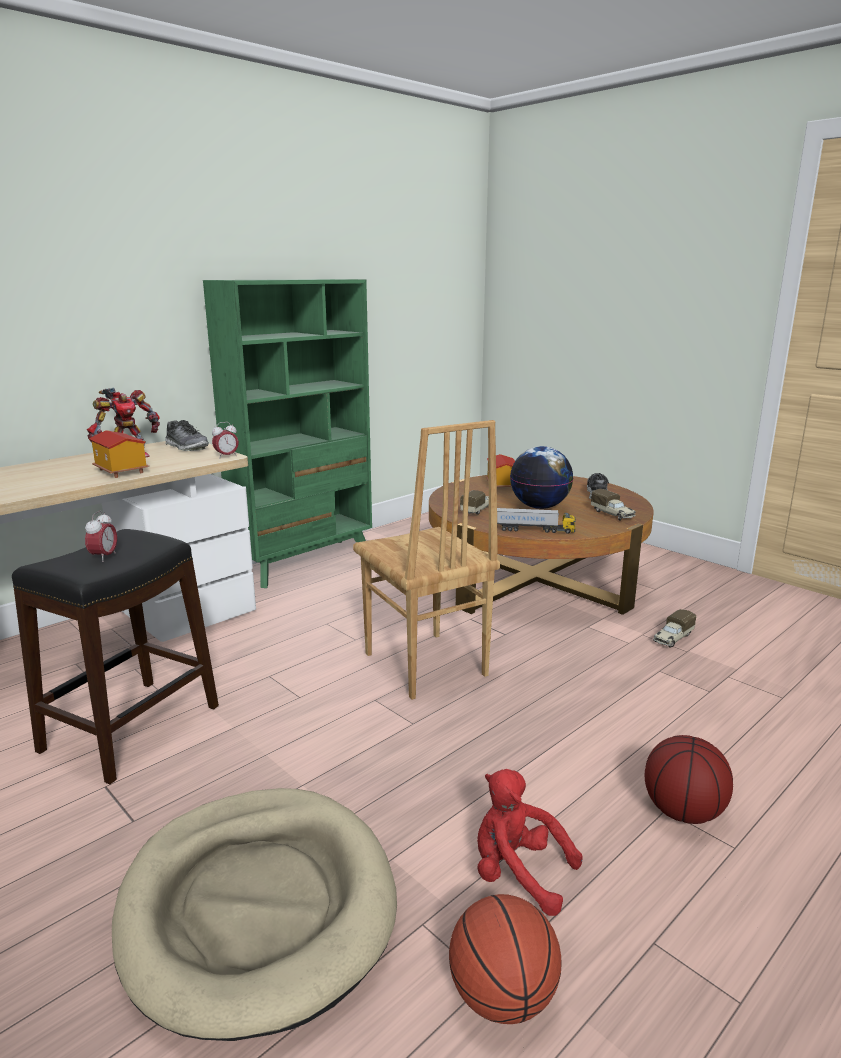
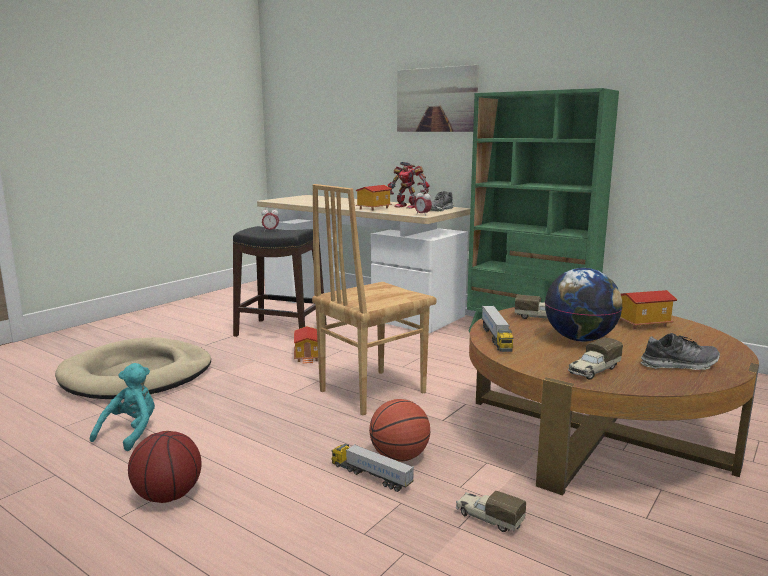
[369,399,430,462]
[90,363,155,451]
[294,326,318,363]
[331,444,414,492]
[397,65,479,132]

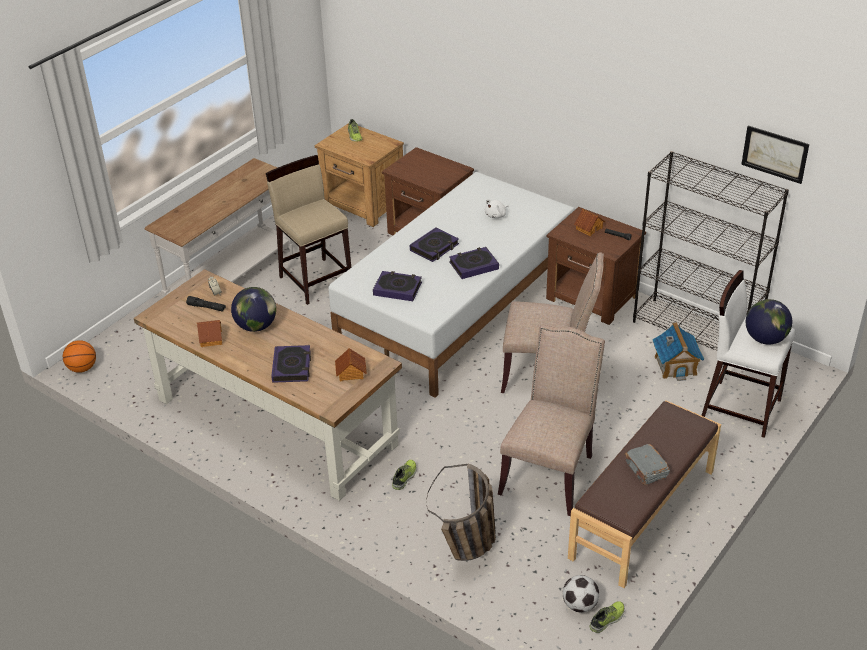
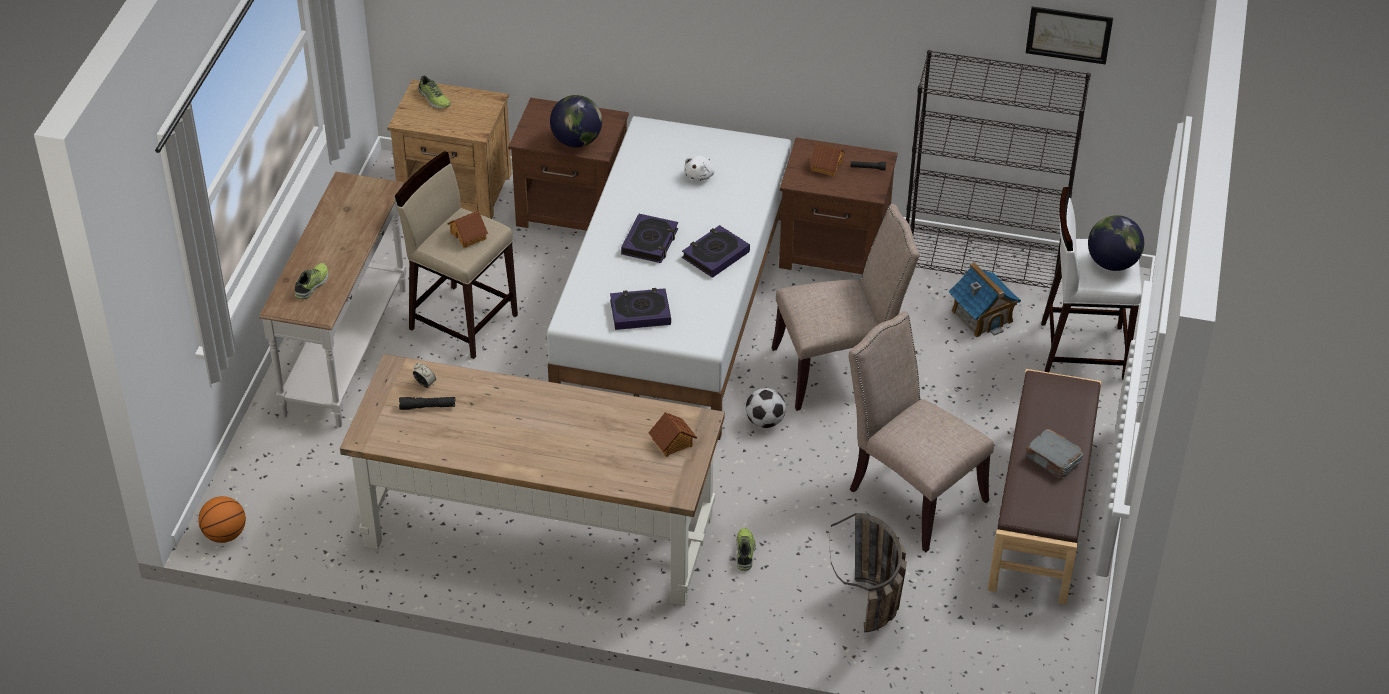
[447,210,488,248]
[550,95,602,147]
[271,345,311,383] (first image)
[849,312,994,552]
[746,388,786,428]
[294,263,328,299]

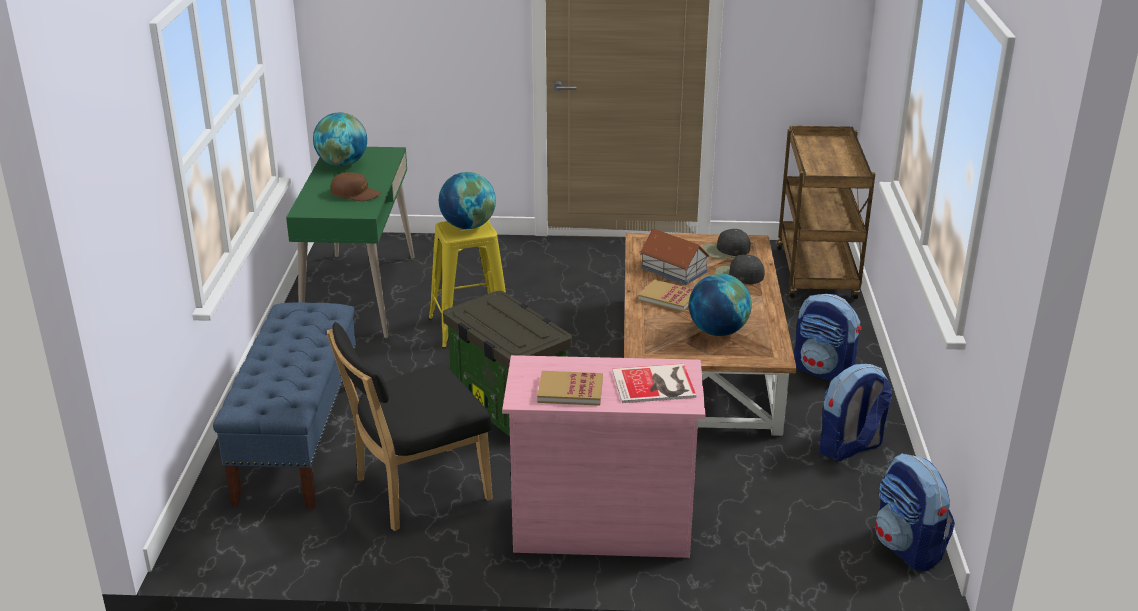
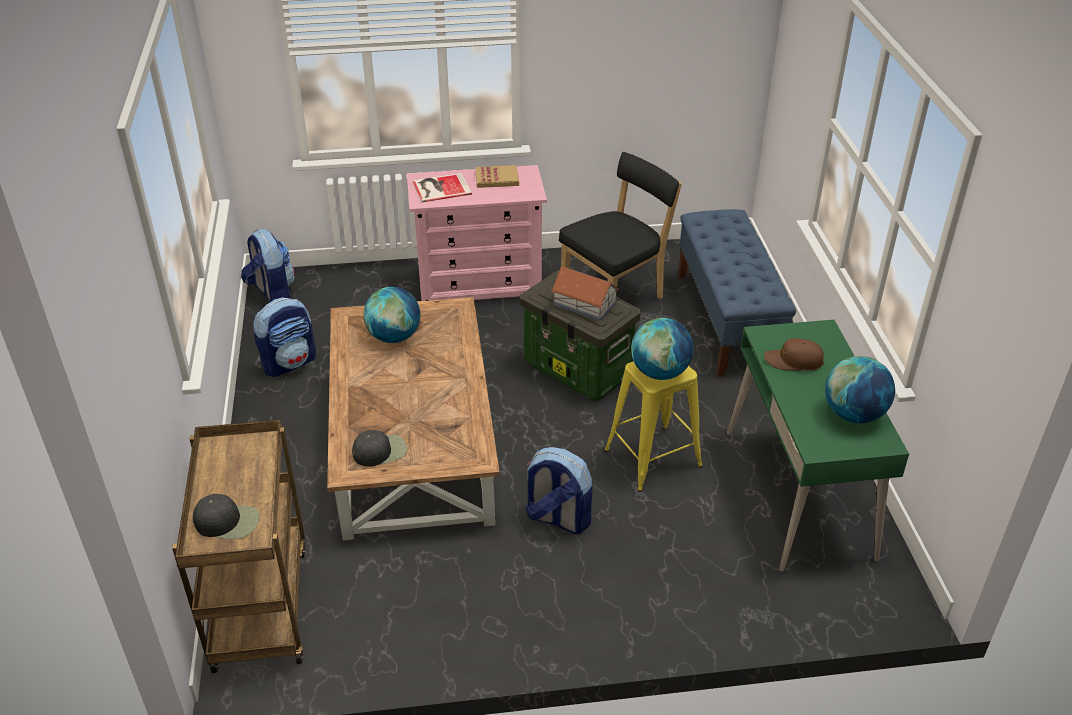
[638,279,693,312] (first image)
[551,266,619,321]
[193,494,259,539]
[526,447,593,534]

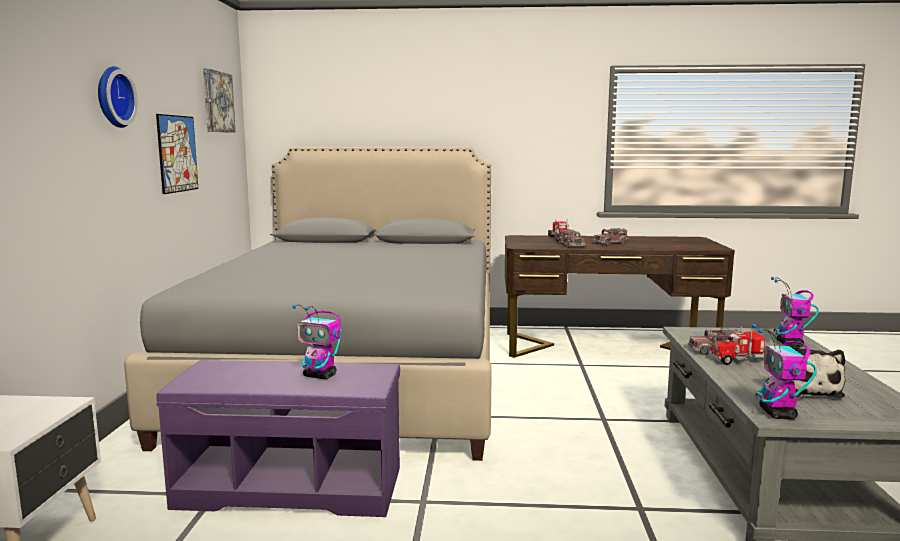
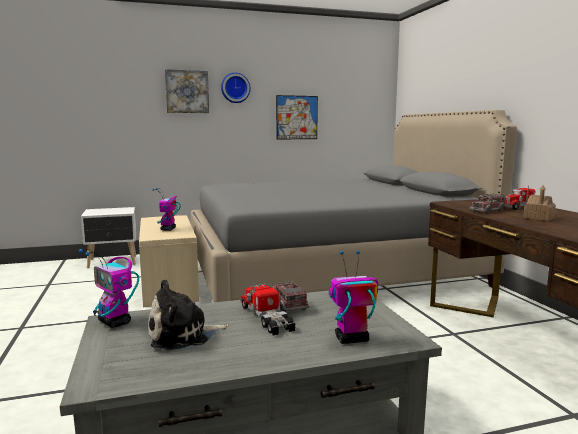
[139,215,199,307]
[165,69,209,113]
[523,185,556,221]
[79,249,139,328]

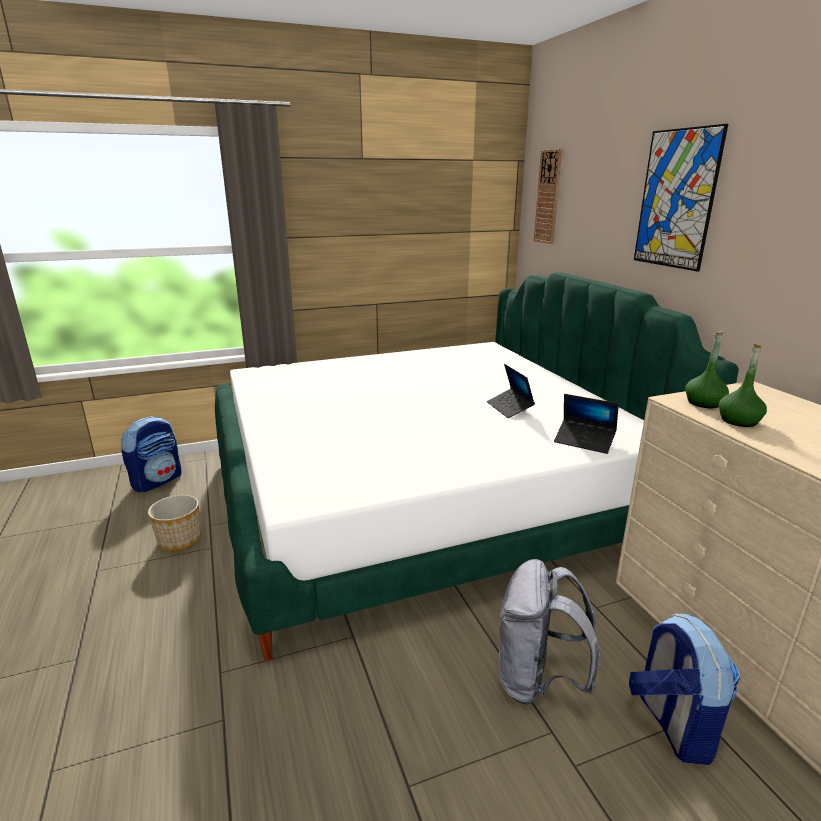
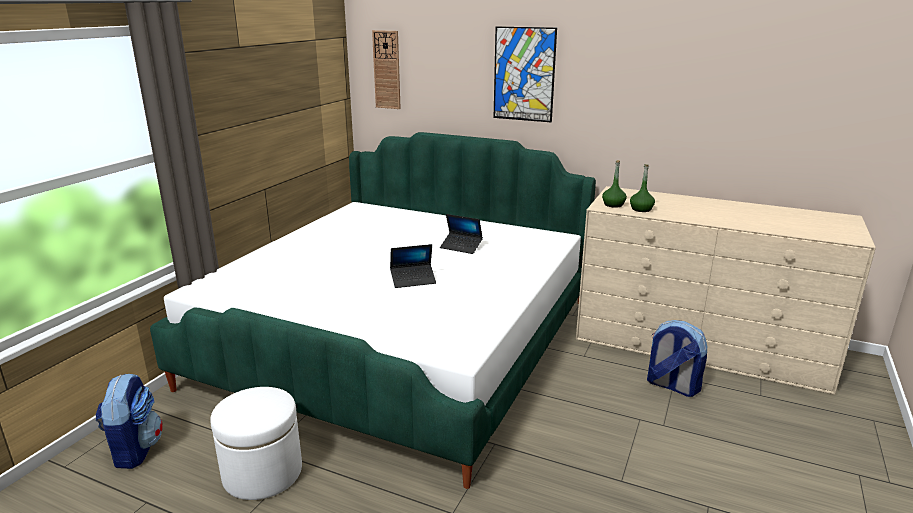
[210,387,302,500]
[499,559,600,705] (first image)
[390,244,436,288]

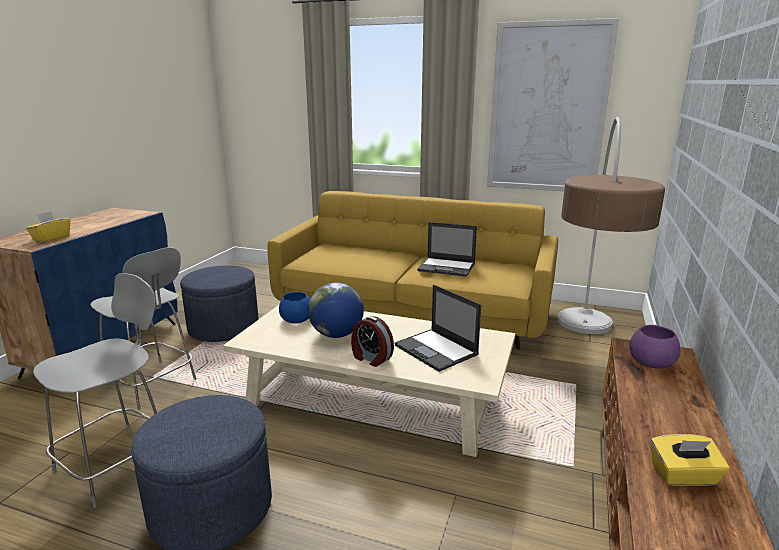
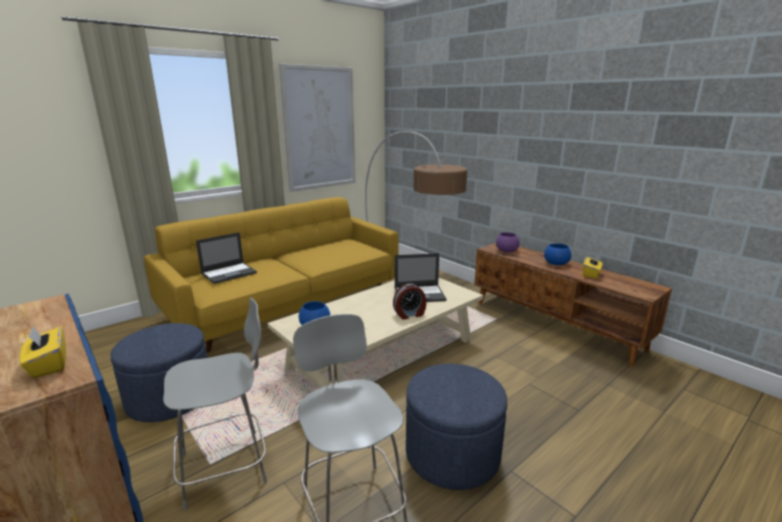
[308,282,364,338] (first image)
[196,232,257,284]
[544,243,571,265]

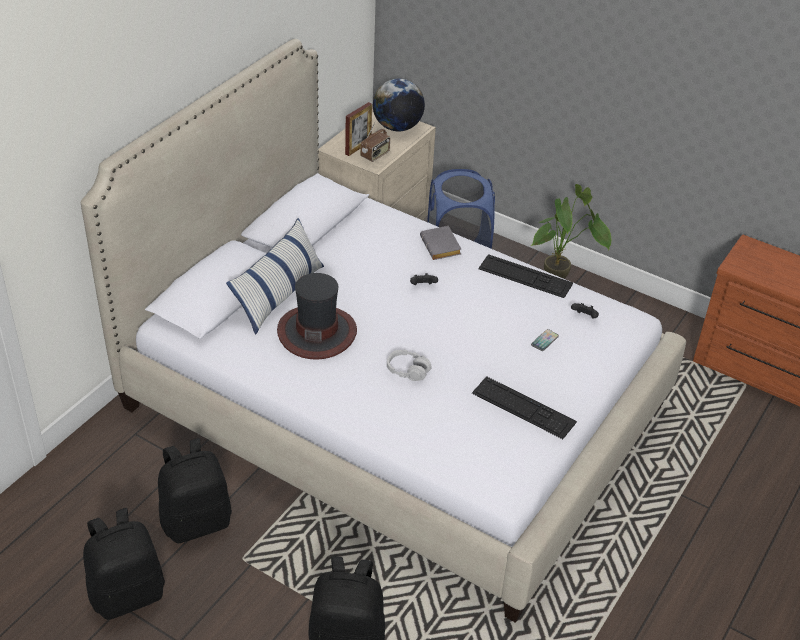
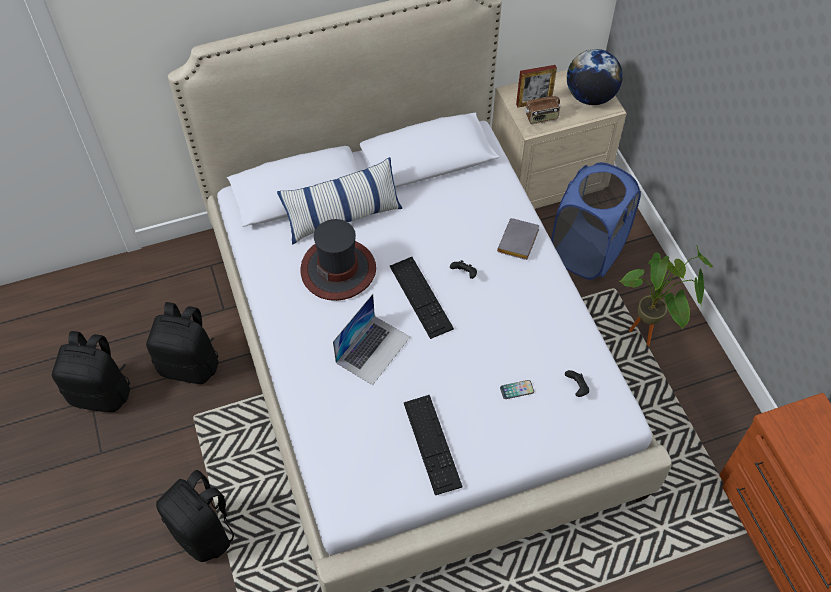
[333,294,410,385]
[390,257,454,339]

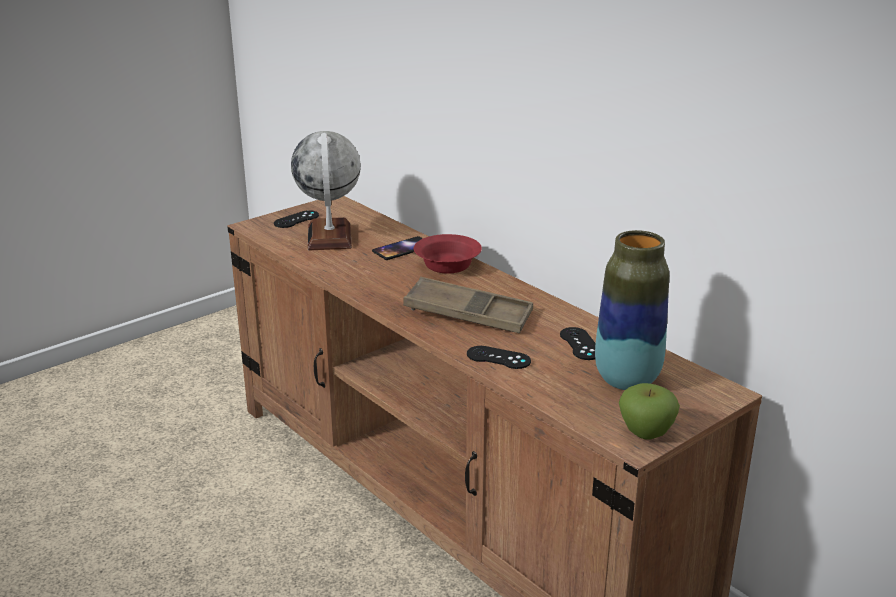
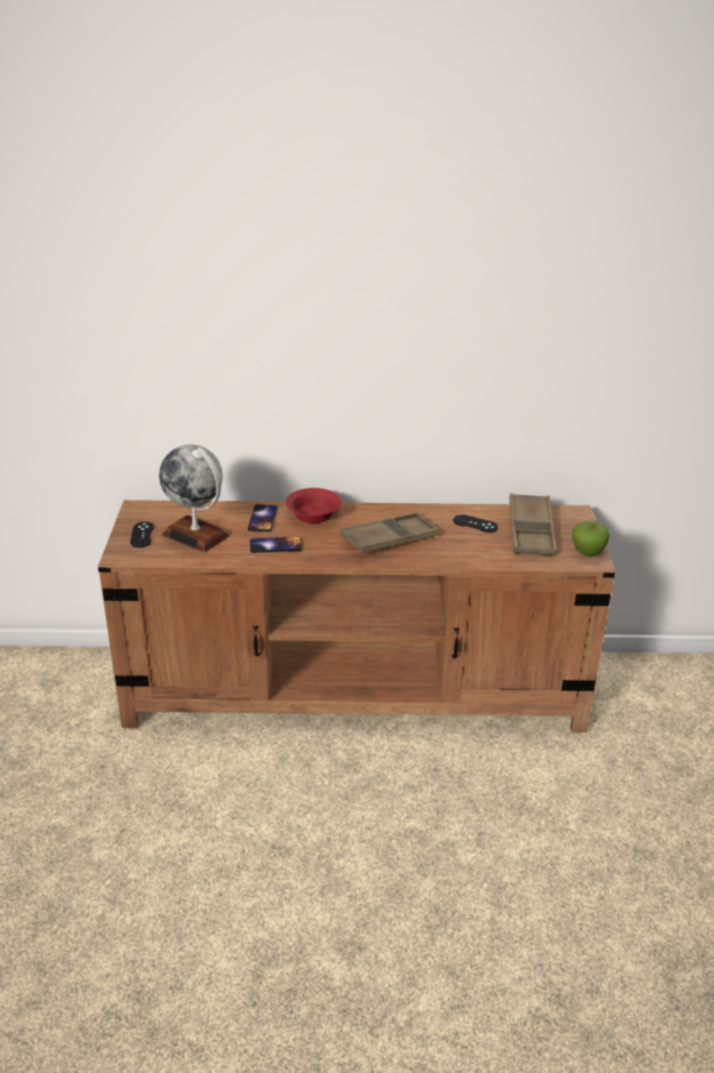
[467,346,531,369] (first image)
[509,493,556,556]
[250,537,302,553]

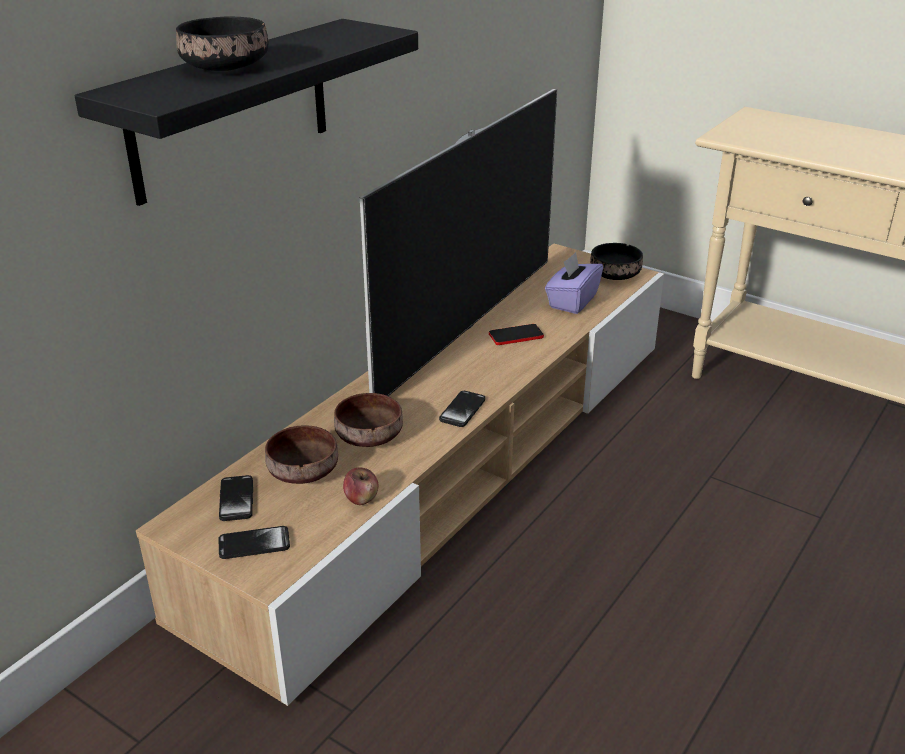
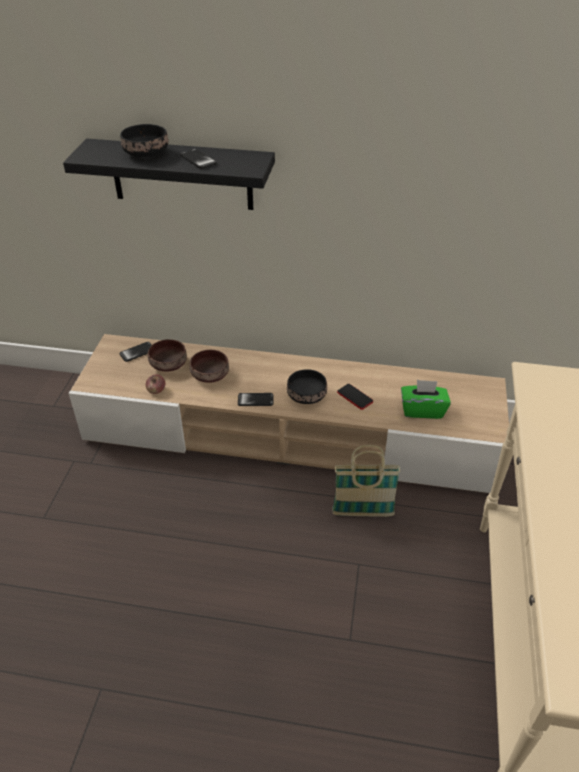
[180,149,217,169]
[360,89,557,396] (first image)
[401,380,451,419]
[287,369,327,404]
[332,445,400,517]

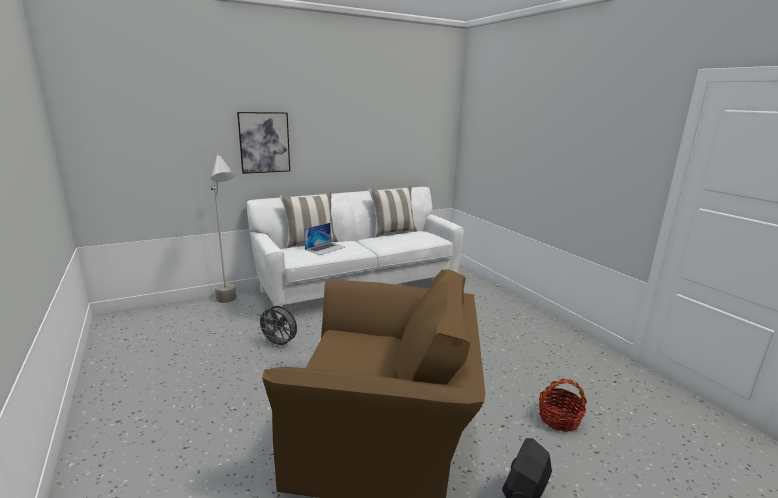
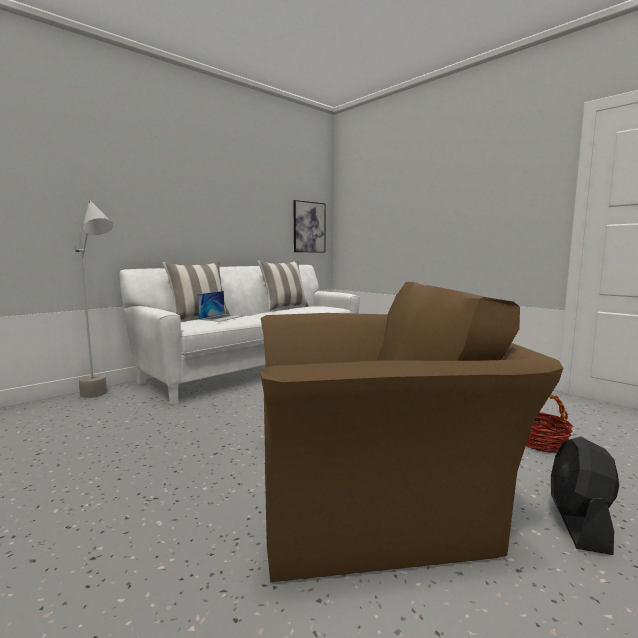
[293,200,326,252]
[256,306,297,348] (first image)

